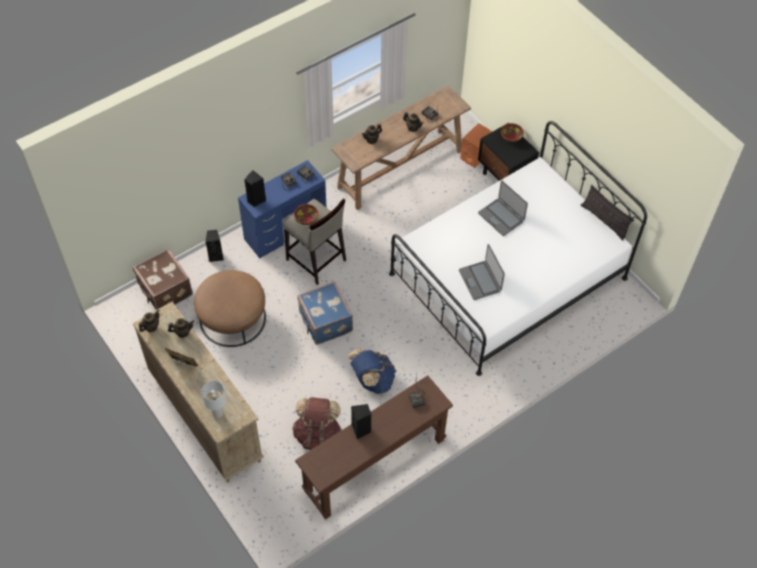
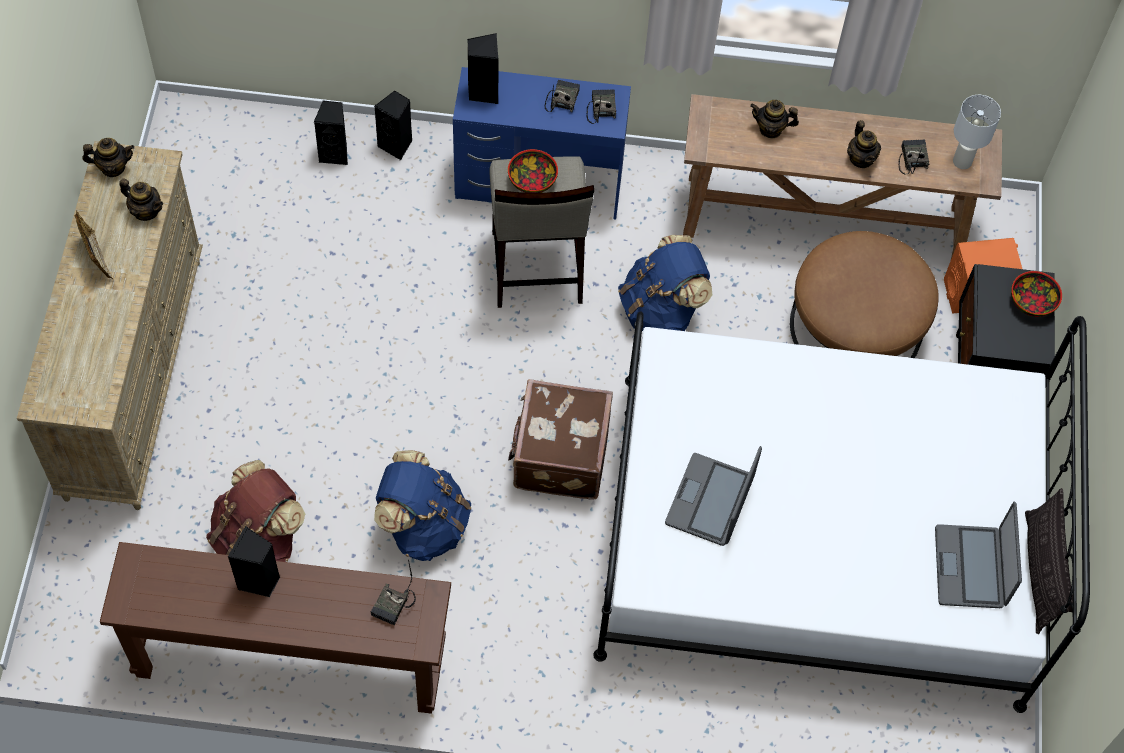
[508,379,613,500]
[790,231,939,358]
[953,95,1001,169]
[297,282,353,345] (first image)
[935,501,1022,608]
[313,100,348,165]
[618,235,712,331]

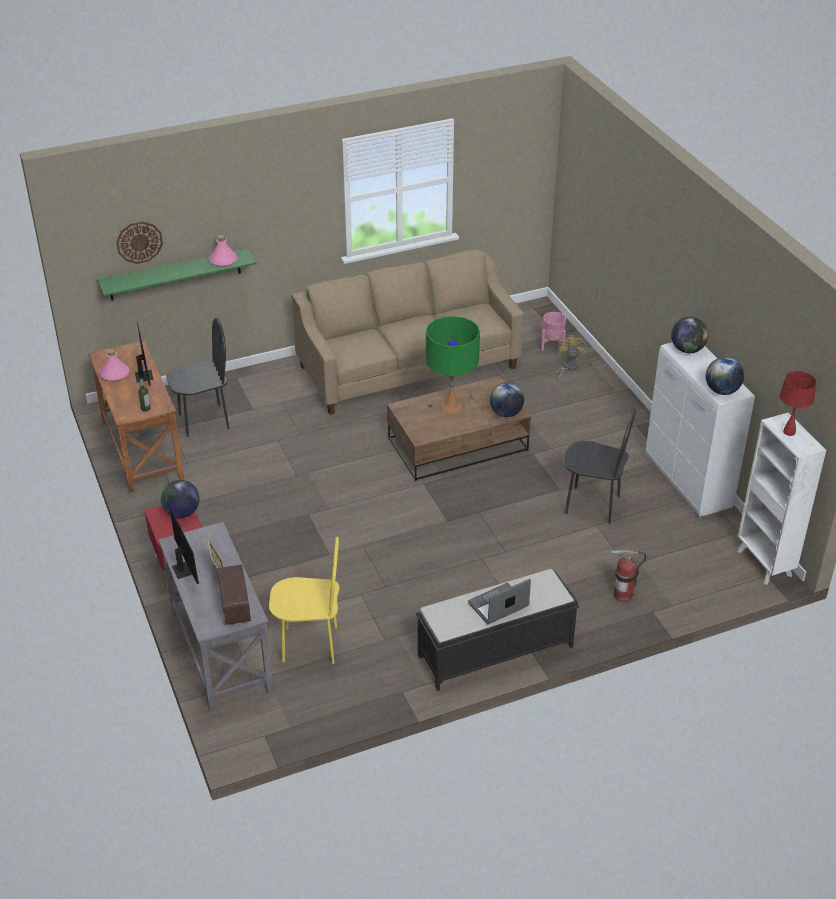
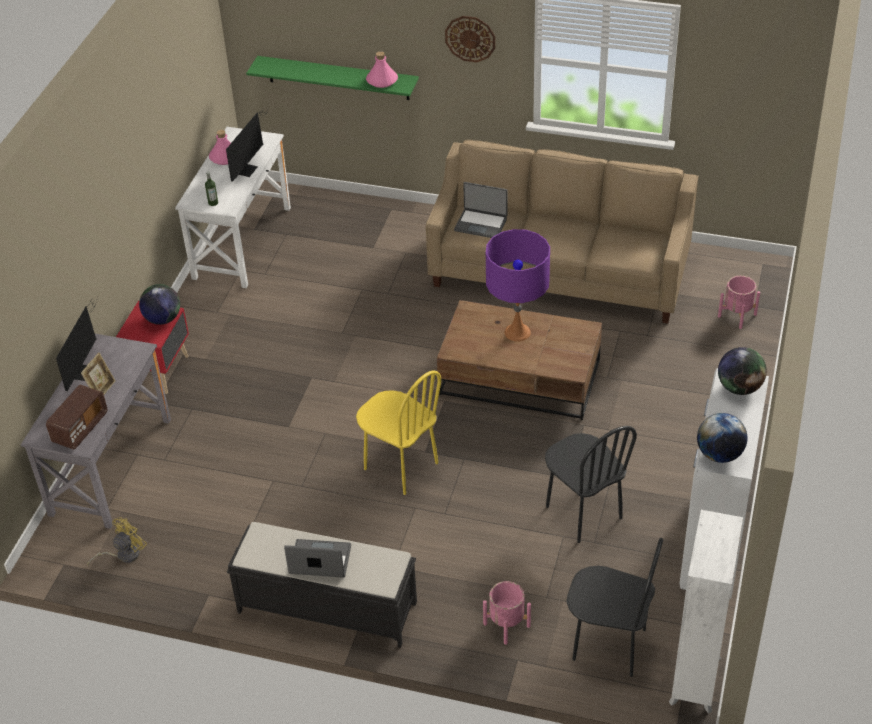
[175,127,291,288]
[445,16,495,62]
[567,538,663,677]
[356,370,441,495]
[486,229,550,342]
[490,383,524,417] (first image)
[87,517,147,566]
[483,581,531,645]
[780,371,816,436] (first image)
[454,182,508,238]

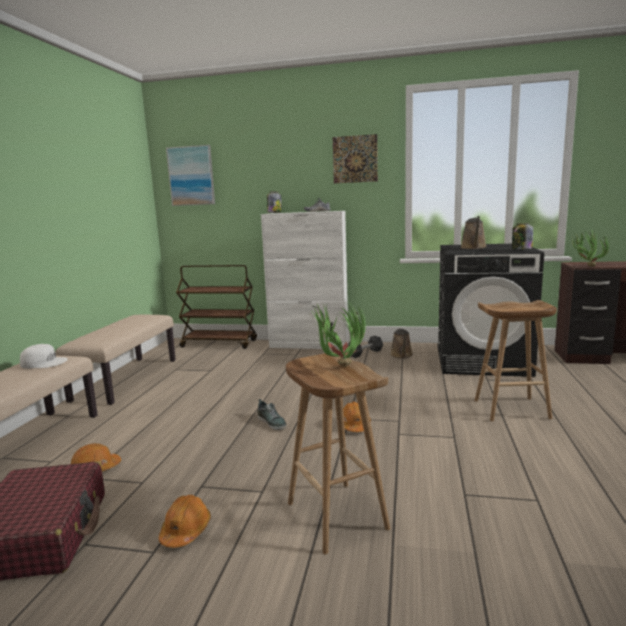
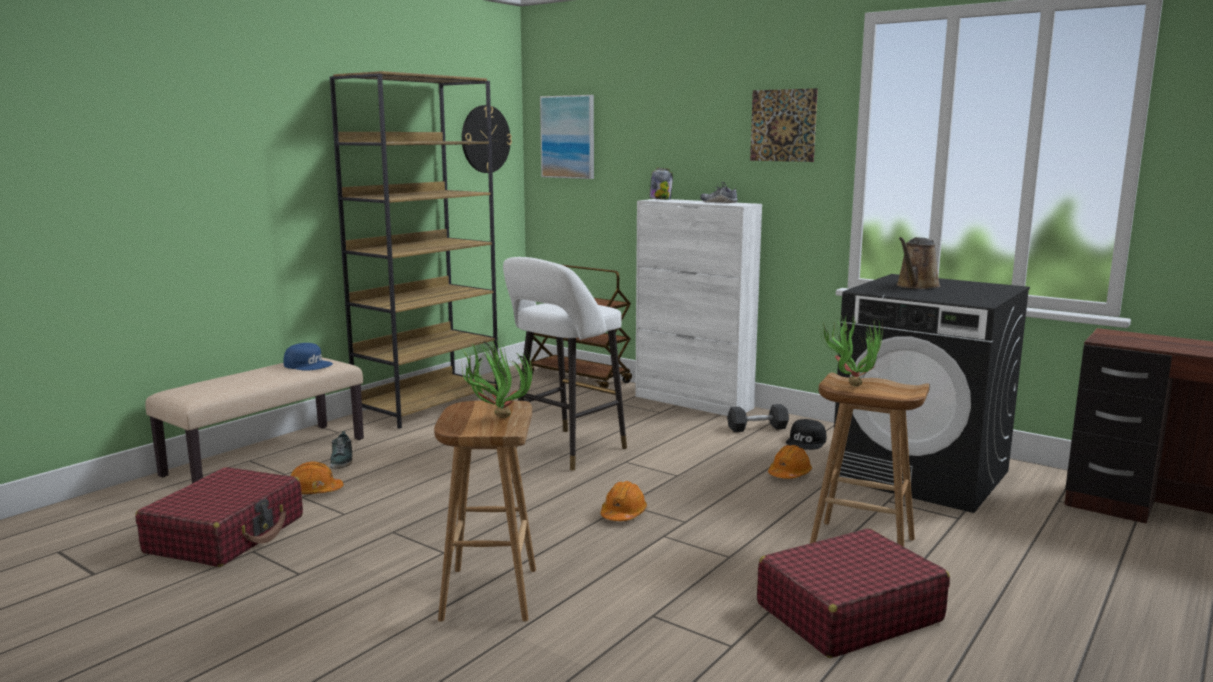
[283,343,333,371]
[330,71,499,429]
[768,445,812,479]
[330,431,352,469]
[786,419,826,450]
[512,223,533,249] (first image)
[821,317,883,387]
[462,105,512,173]
[503,257,627,471]
[757,528,950,658]

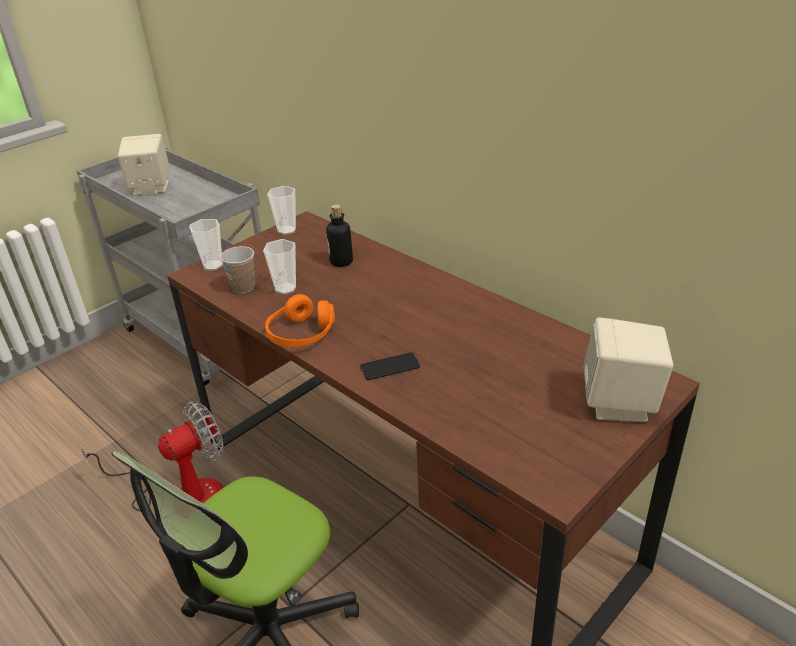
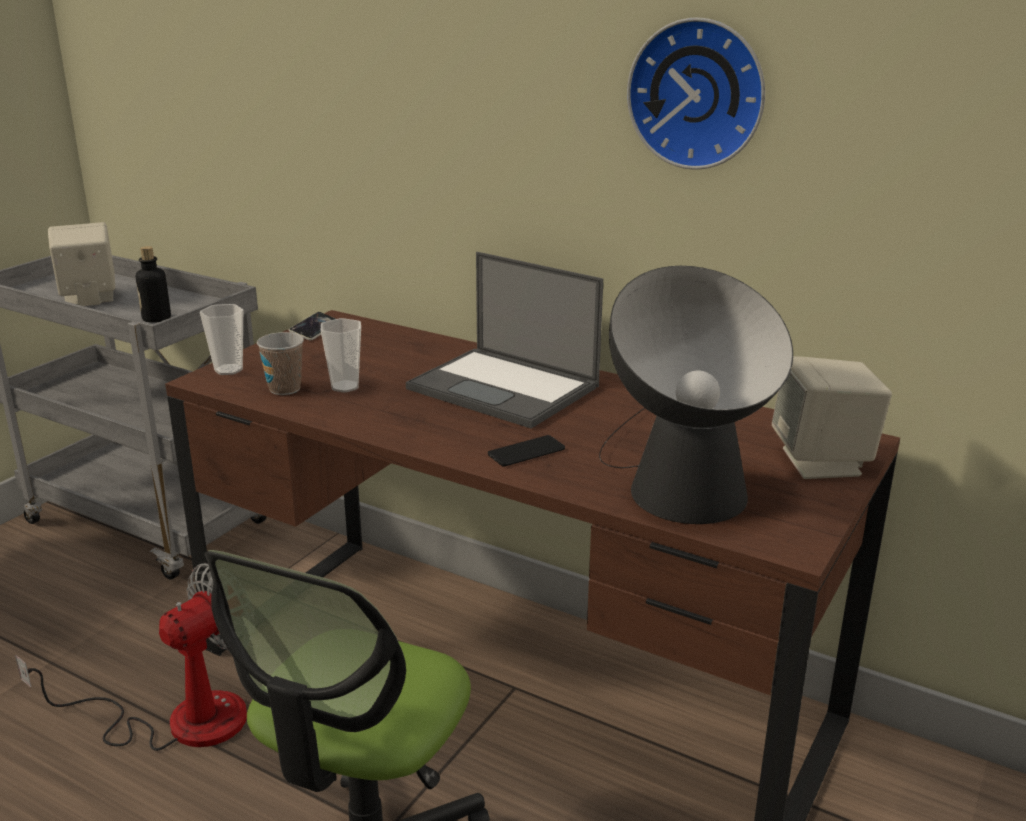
[265,294,335,348] (first image)
[289,312,335,341]
[136,246,171,323]
[406,252,603,429]
[599,266,793,524]
[627,18,765,169]

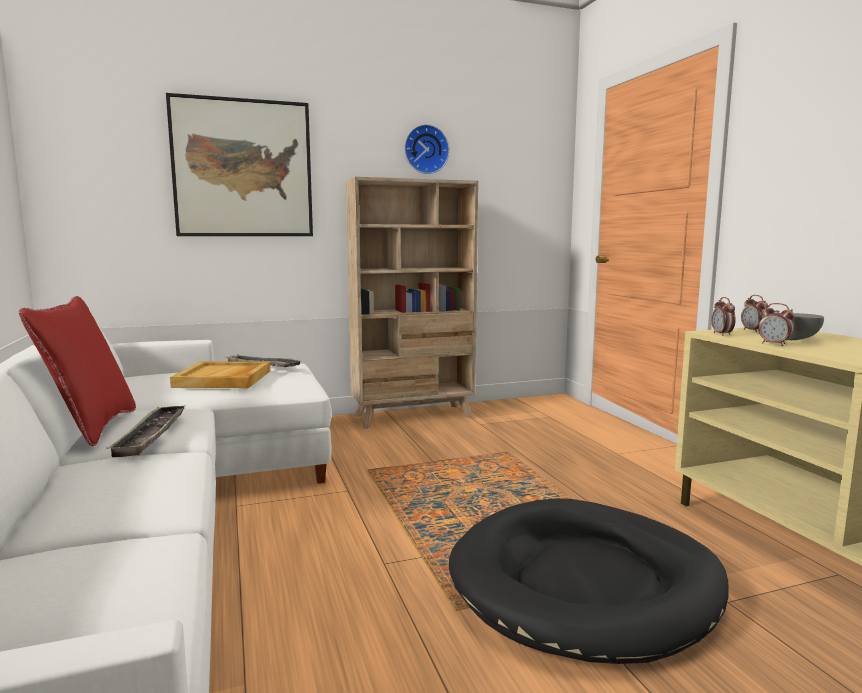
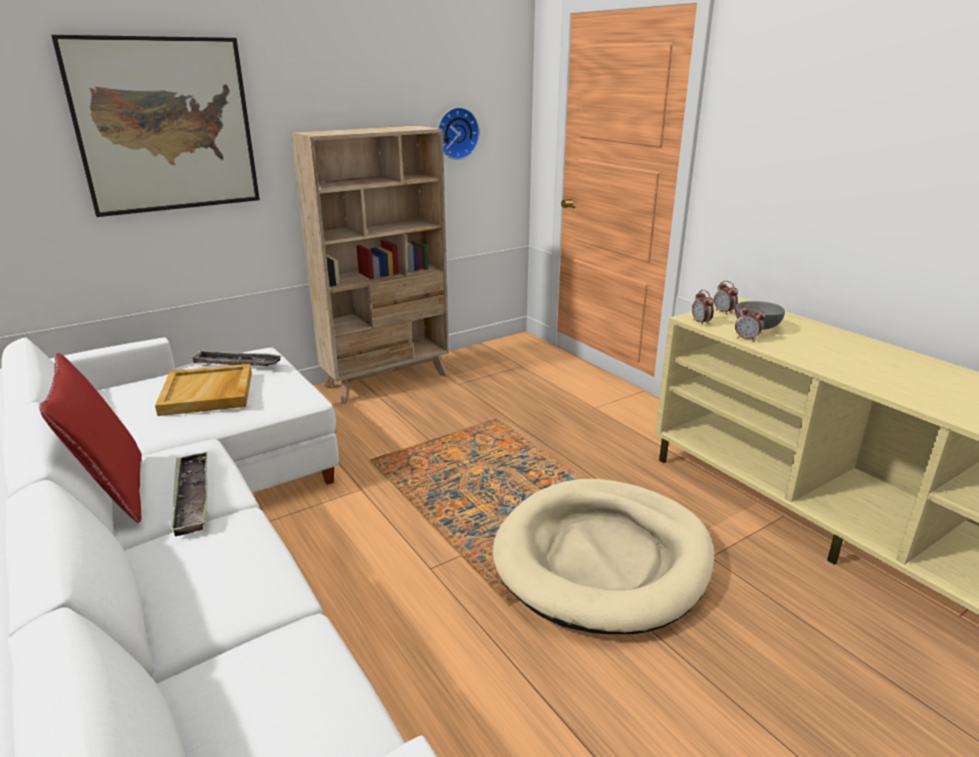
[438,107,480,160]
[492,479,714,634]

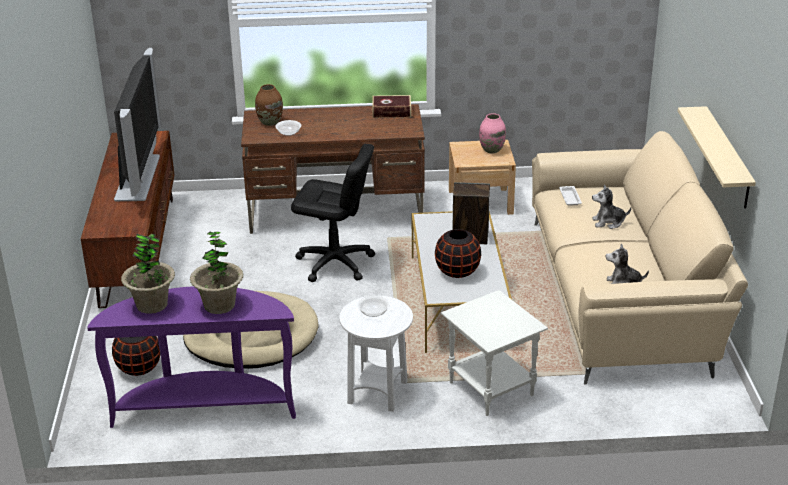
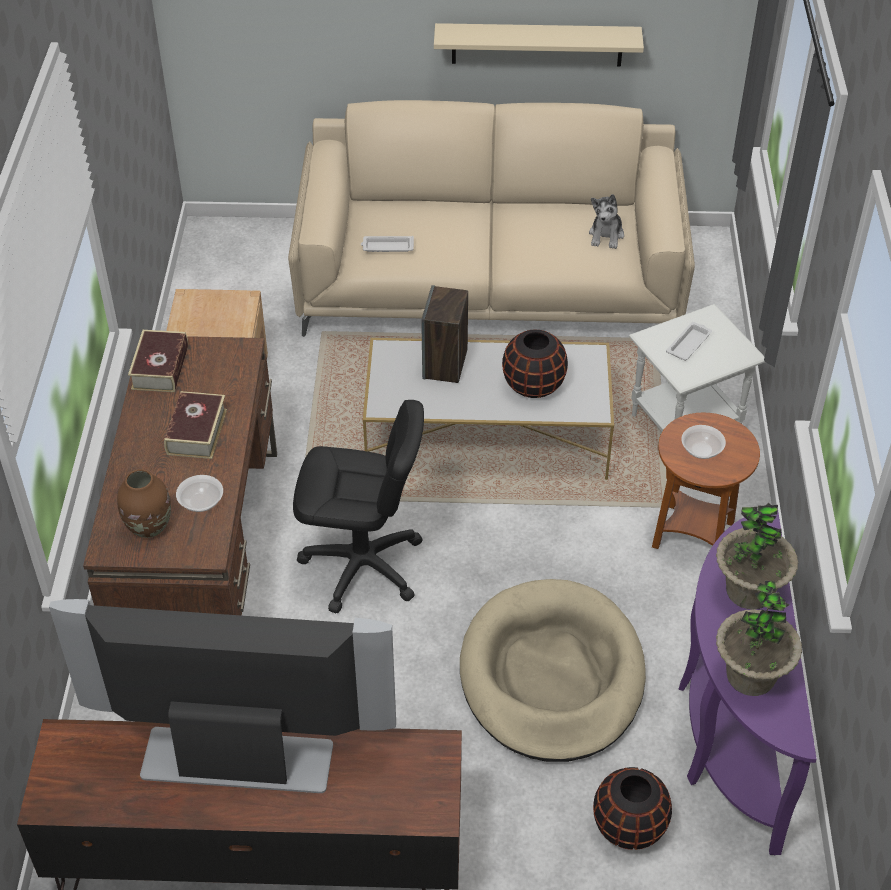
[293,400,424,613]
[652,413,760,549]
[479,113,506,154] (first image)
[592,185,631,229] (first image)
[164,391,227,459]
[666,322,712,361]

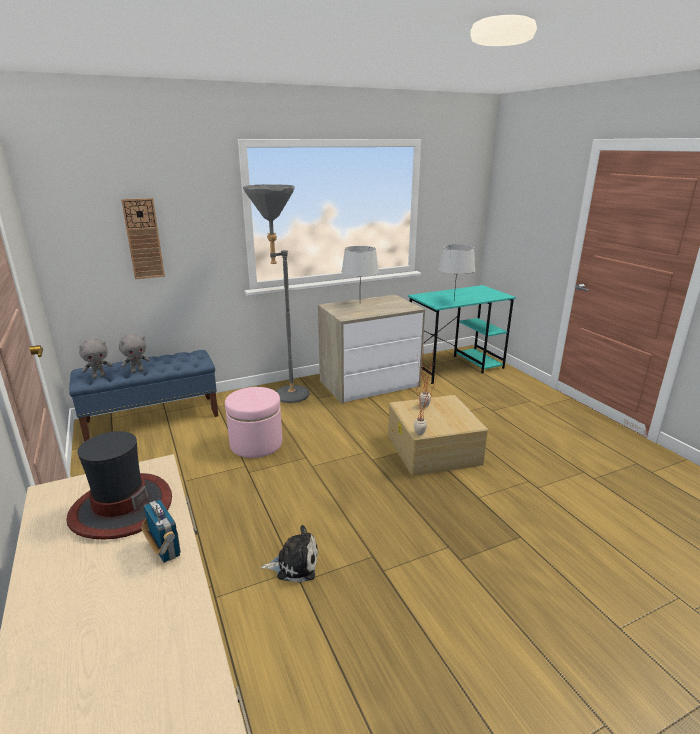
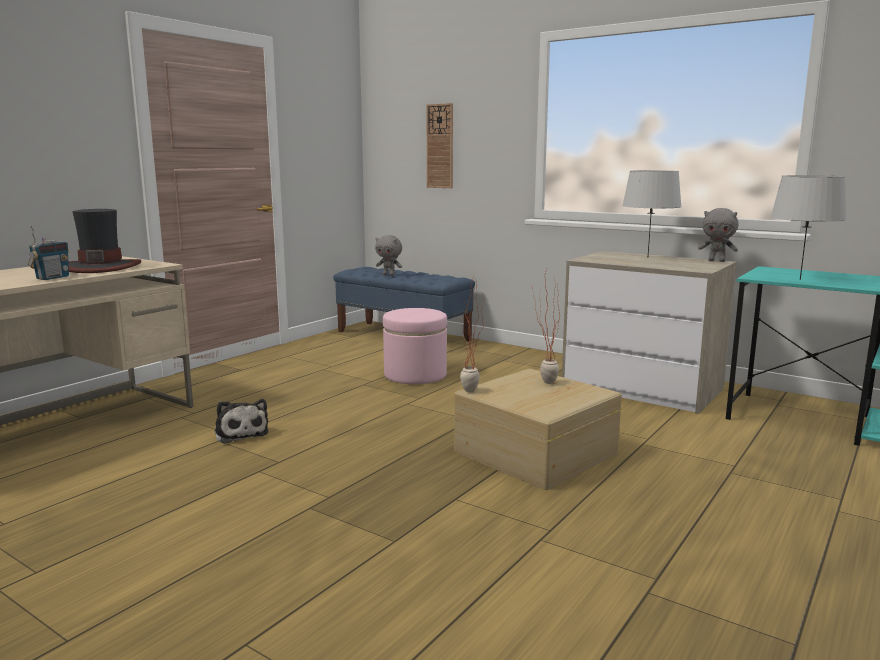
[698,208,739,262]
[243,184,310,403] (first image)

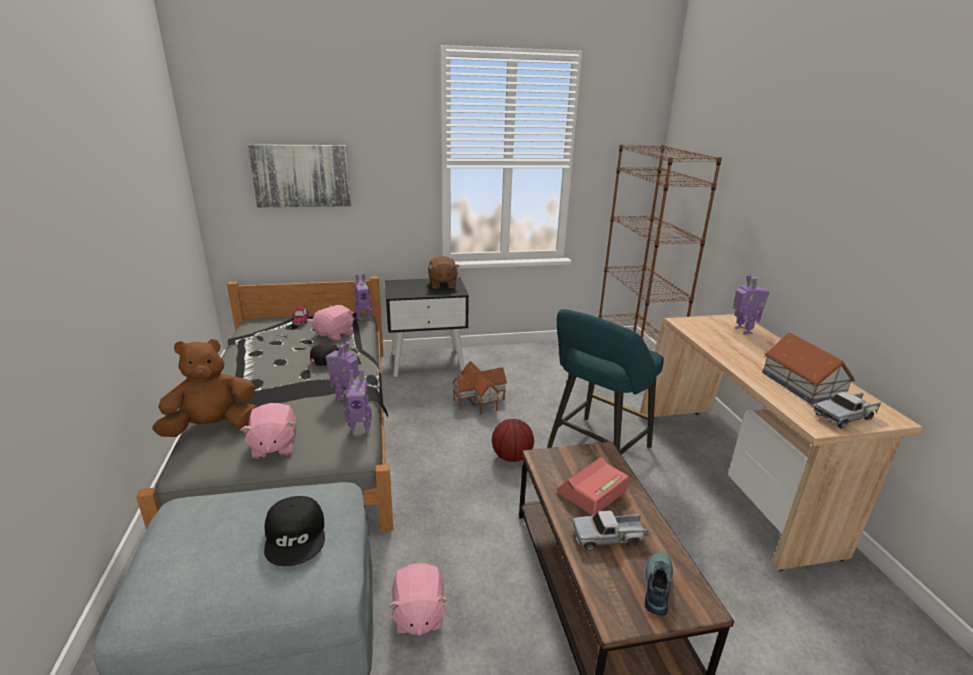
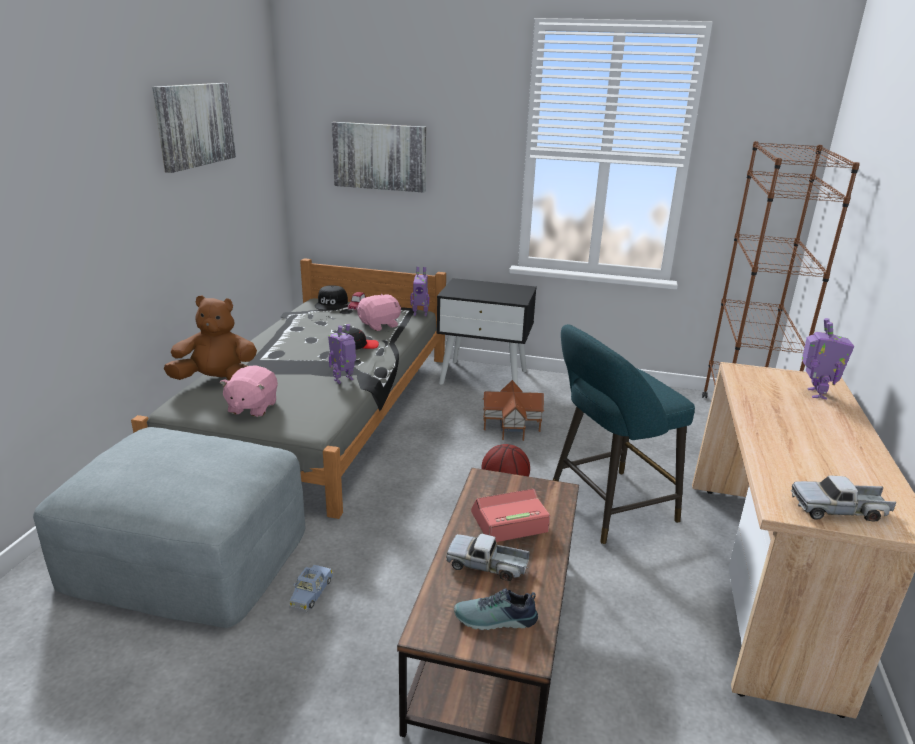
[315,285,348,311]
[345,370,372,434] (first image)
[289,565,333,612]
[428,256,459,288] (first image)
[454,588,538,630]
[762,333,856,405] (first image)
[152,83,236,173]

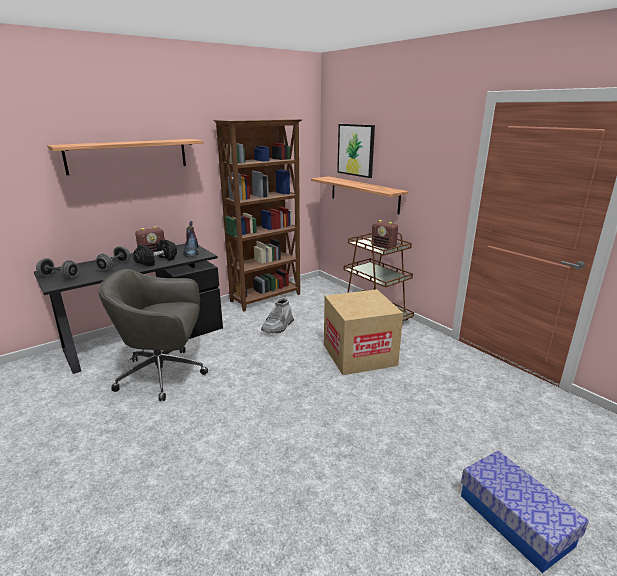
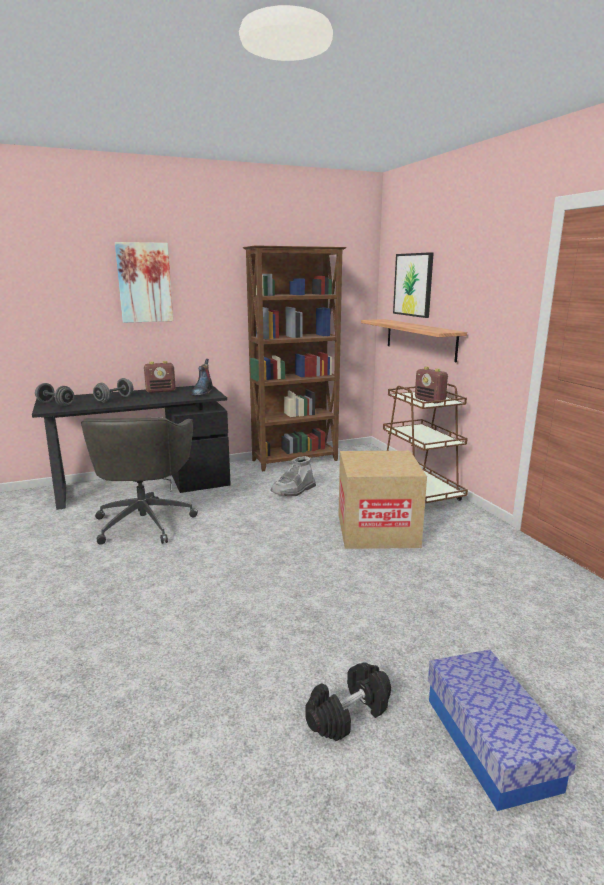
[115,242,173,323]
[81,417,198,545]
[305,662,391,742]

